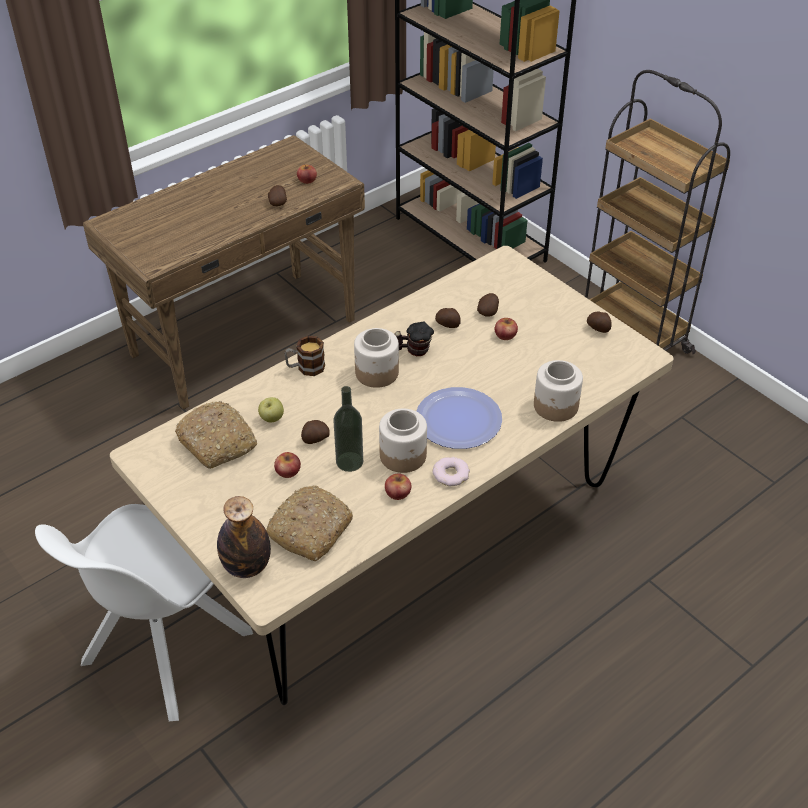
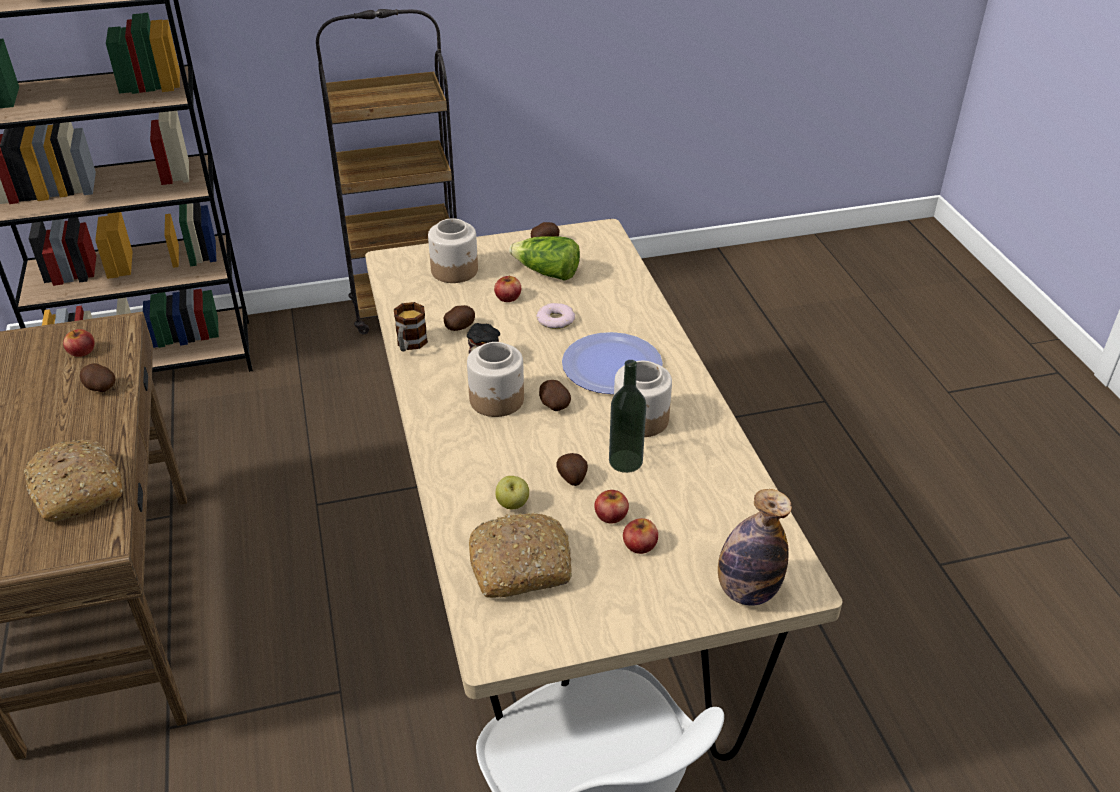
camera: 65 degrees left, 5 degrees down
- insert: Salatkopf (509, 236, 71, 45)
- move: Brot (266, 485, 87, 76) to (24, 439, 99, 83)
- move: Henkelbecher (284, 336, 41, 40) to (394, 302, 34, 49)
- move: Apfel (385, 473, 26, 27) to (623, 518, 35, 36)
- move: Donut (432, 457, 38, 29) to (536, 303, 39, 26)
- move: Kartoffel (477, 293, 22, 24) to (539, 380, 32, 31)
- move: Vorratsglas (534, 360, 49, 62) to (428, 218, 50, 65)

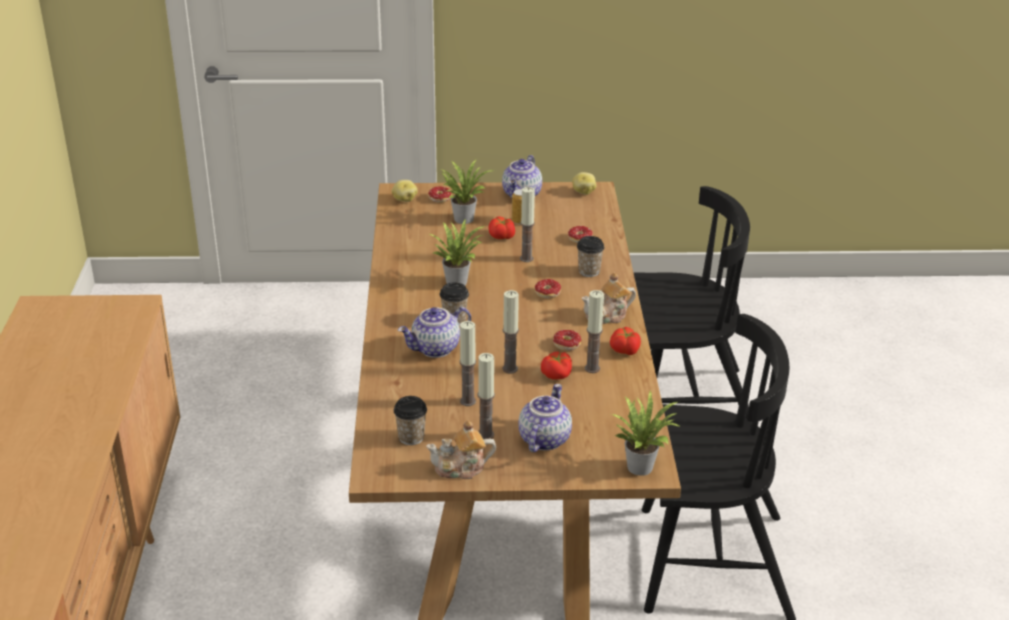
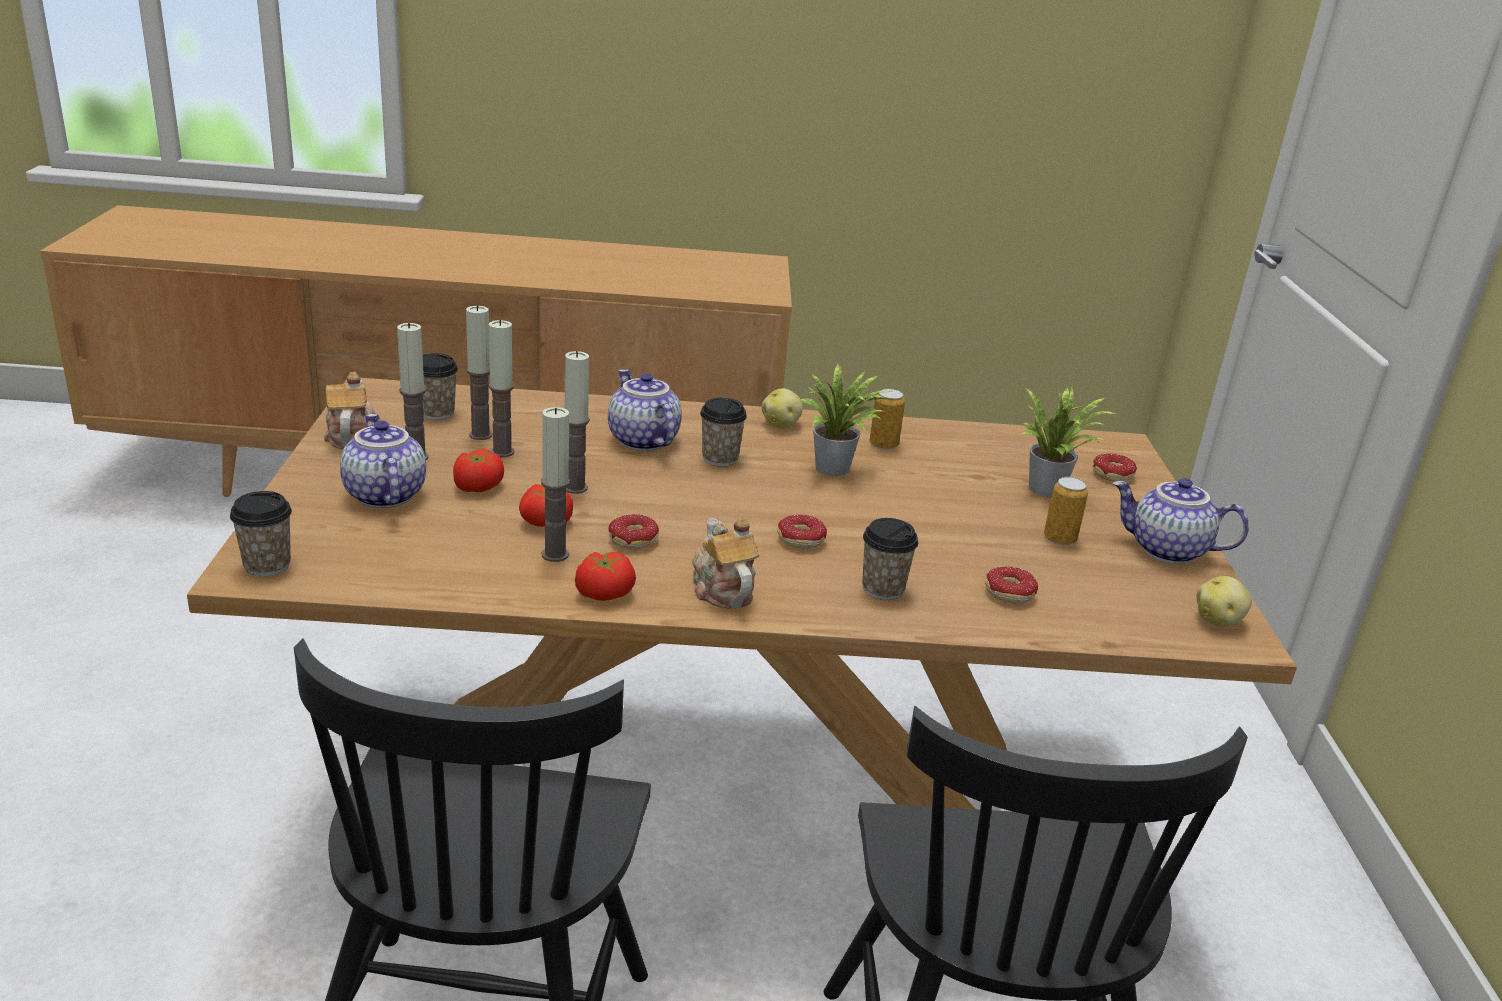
camera: 90 degrees right, 5 degrees down
- insert: Dose (870, 389, 35, 61)
- move: Kartoffel (392, 180, 26, 22) to (762, 389, 41, 39)
- move: Tomate (488, 216, 27, 23) to (453, 449, 51, 43)
- move: Kerze (520, 187, 15, 75) to (466, 305, 26, 135)
- replace: Topfpflanze (611, 390, 70, 86) to Tasse (230, 491, 62, 85)
- rotate: Teekanne (518, 384, 54, 68) = (340, 414, 86, 94) 135 degrees counterclockwise

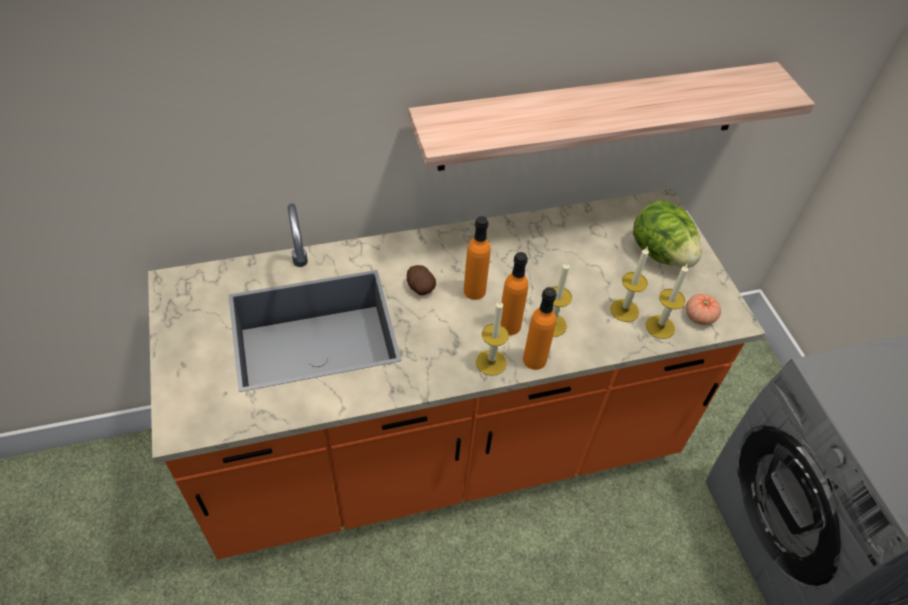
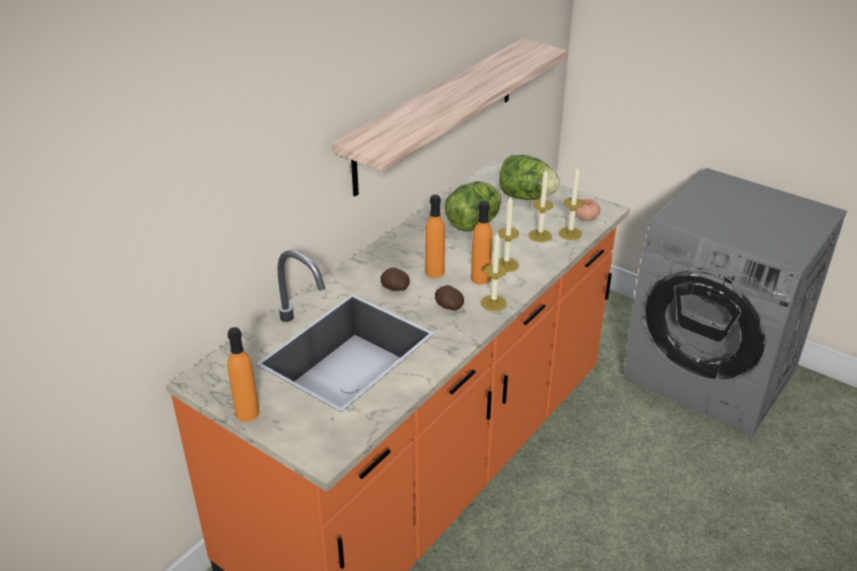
camera: 35 degrees left, 15 degrees down
- insert: Kartoffel (435, 285, 29, 26)
- insert: Salatkopf (445, 181, 57, 51)
- move: Flasche [orange] (523, 287, 34, 83) to (227, 327, 32, 95)

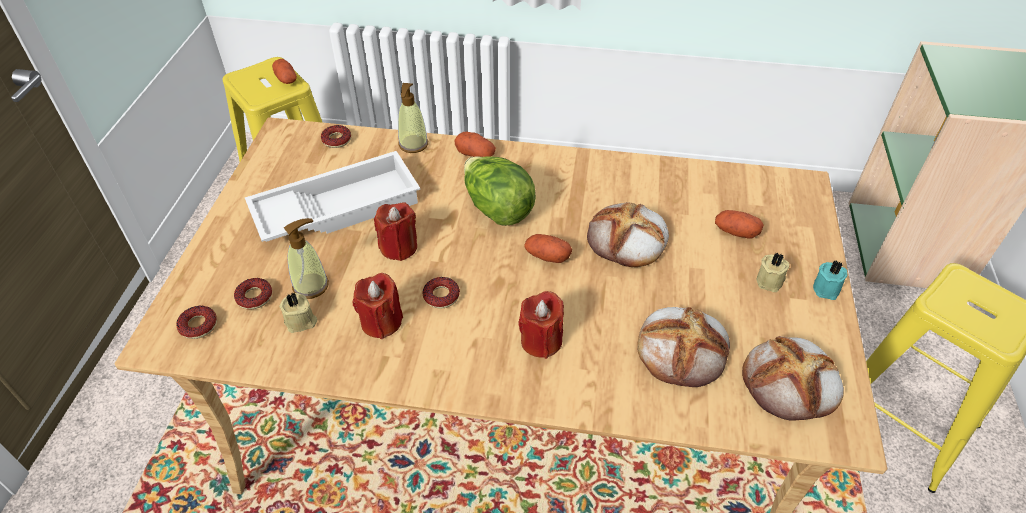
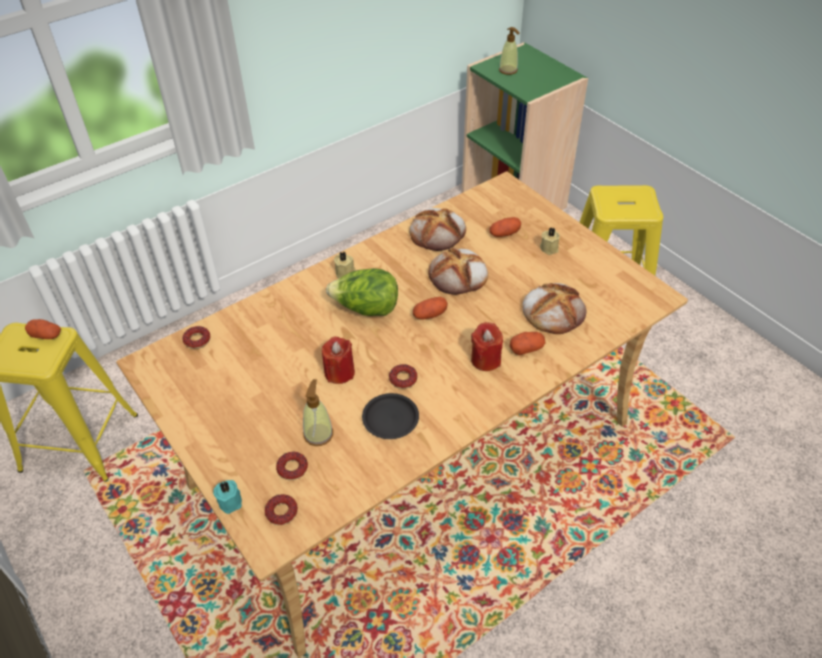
camera: 45 degrees left, 0 degrees up
- delete: Tablett [weiß] (245, 151, 175, 91)
- move: Kerze [beige] (279, 293, 38, 40) to (334, 251, 22, 28)
- move: Seifenspender (398, 83, 30, 70) to (499, 27, 21, 48)
- move: Kartoffel (455, 132, 41, 25) to (510, 332, 35, 23)
- move: Brot (742, 336, 102, 85) to (409, 208, 57, 43)
- move: Kerze [türkis] (813, 260, 34, 40) to (213, 480, 29, 34)
- replace: Kerze [rot] (353, 273, 50, 66) to Teller [schwarz] (362, 393, 57, 46)

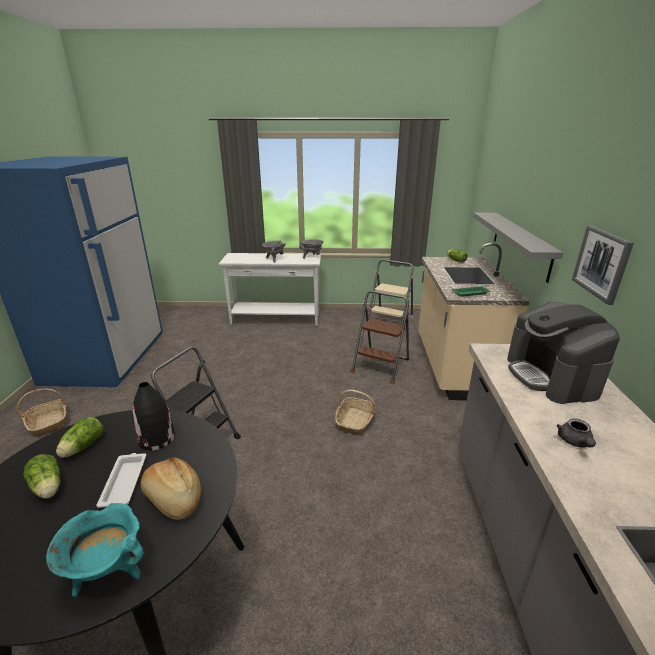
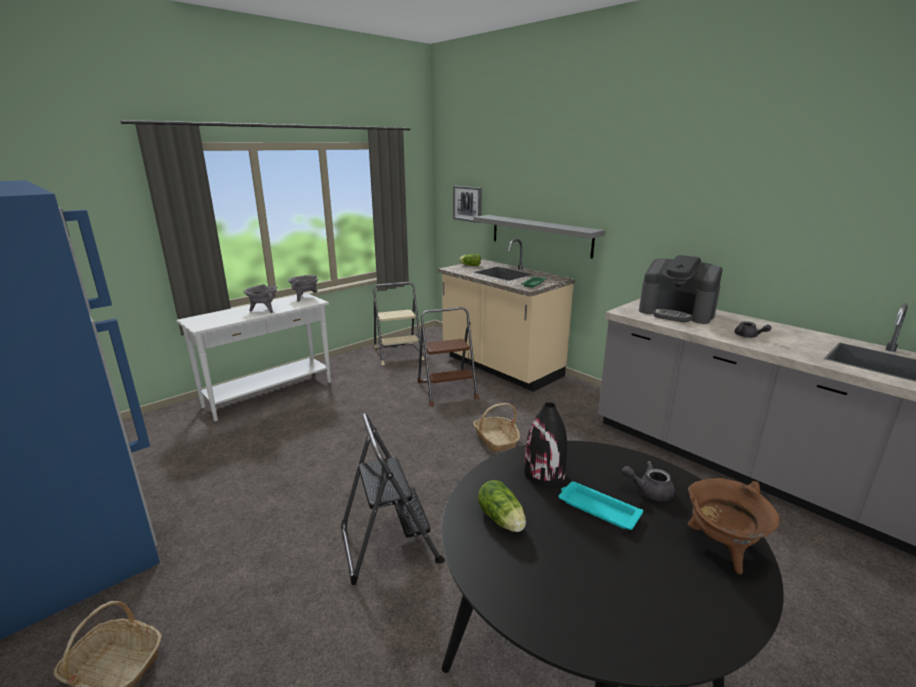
camera: 45 degrees left, 5 degrees down
- delete: Salatkopf (23, 454, 37, 45)
- move: Bild (572, 225, 62, 80) to (453, 186, 29, 37)
- replace: Brot (141, 457, 60, 63) to Teekanne [grau] (622, 461, 53, 40)
- recolor: Kochtopf [türkis] (46, 503, 98, 94) to Kochtopf [braun] (688, 478, 91, 96)
- recolor: Tablett [weiß] (96, 453, 50, 55) to Tablett [türkis] (559, 482, 84, 48)

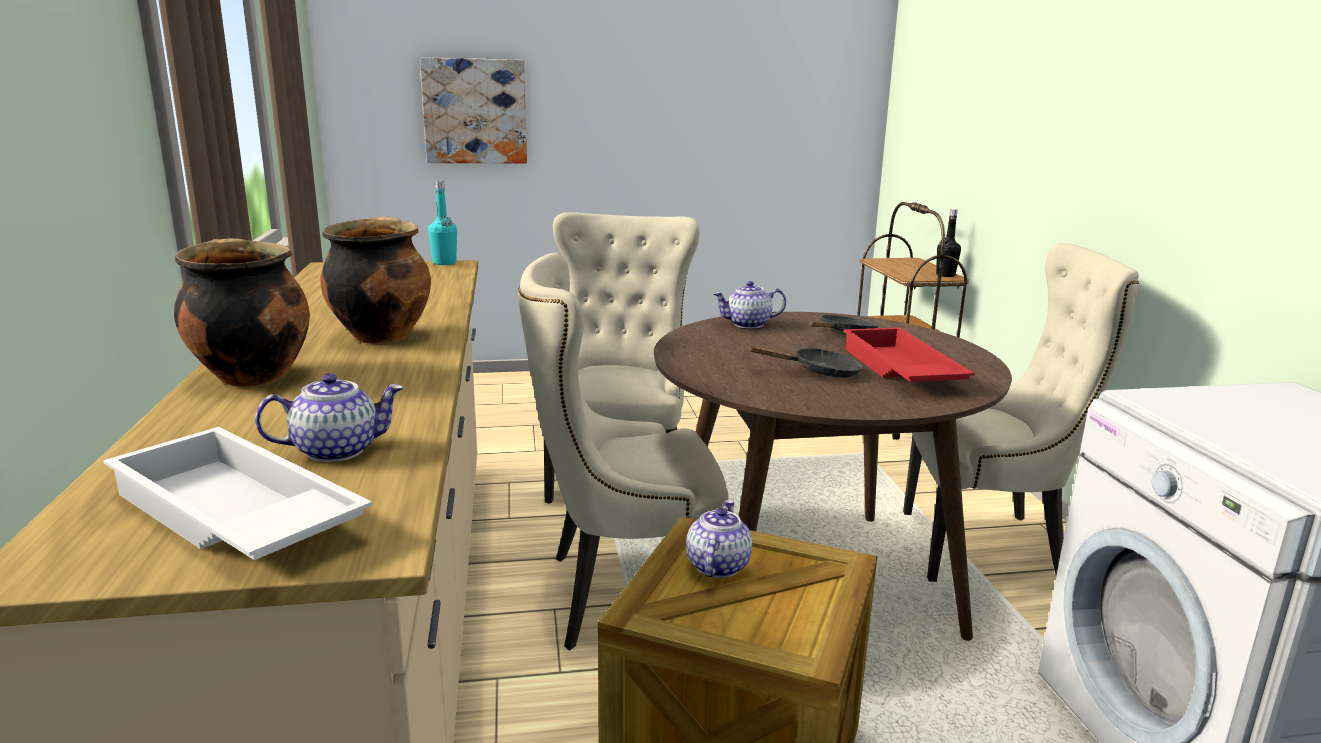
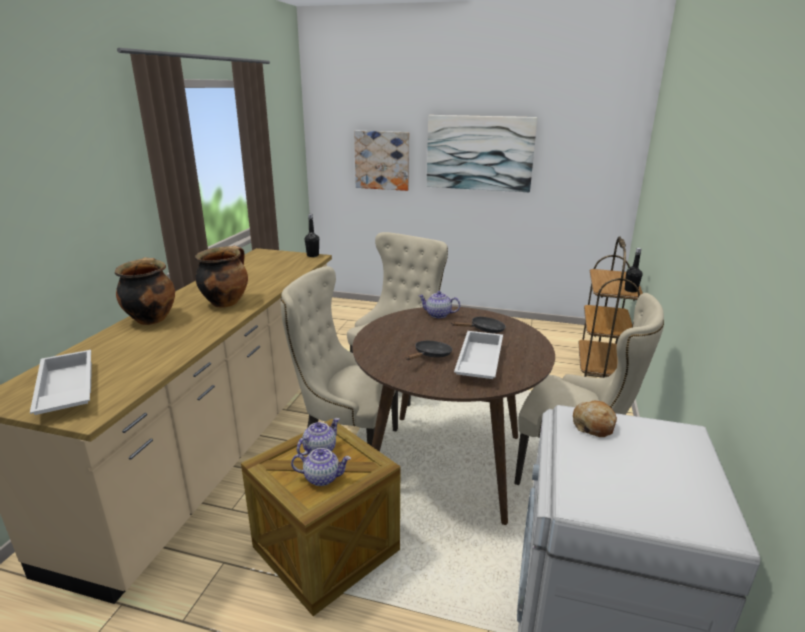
camera: 25 degrees right, 5 degrees up
- insert: Bild (427, 115, 111, 77)
- insert: Brot (573, 401, 44, 36)
- move: Teekanne (255, 373, 148, 89) to (291, 448, 60, 38)
- recolor: Flasche [türkis] (428, 181, 29, 84) to Flasche [schwarz] (305, 214, 14, 43)
- recolor: Tablett [rot] (843, 328, 132, 54) to Tablett [weiß] (454, 331, 49, 48)
- rotate: Pfanne [schwarz] (747, 346, 115, 32) = (406, 341, 46, 19) 75 degrees counterclockwise

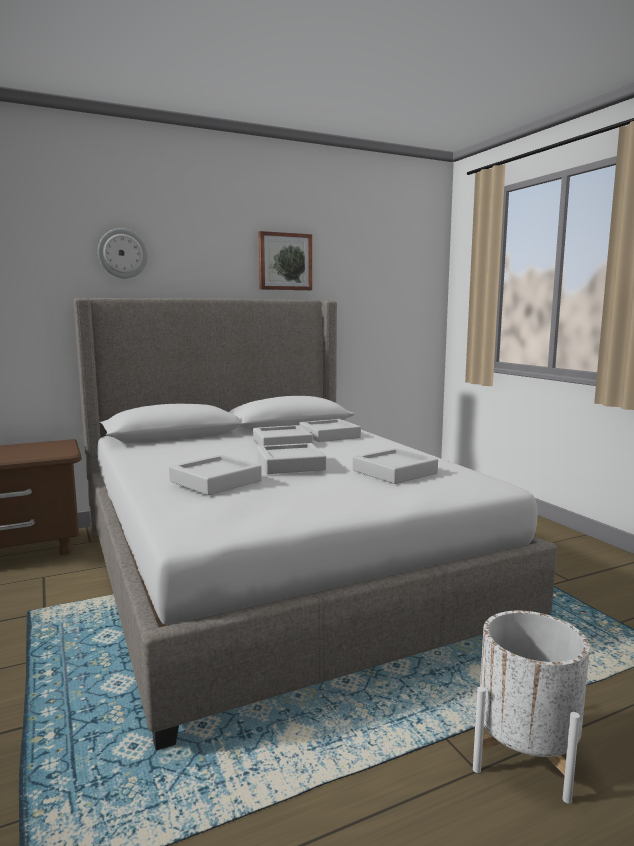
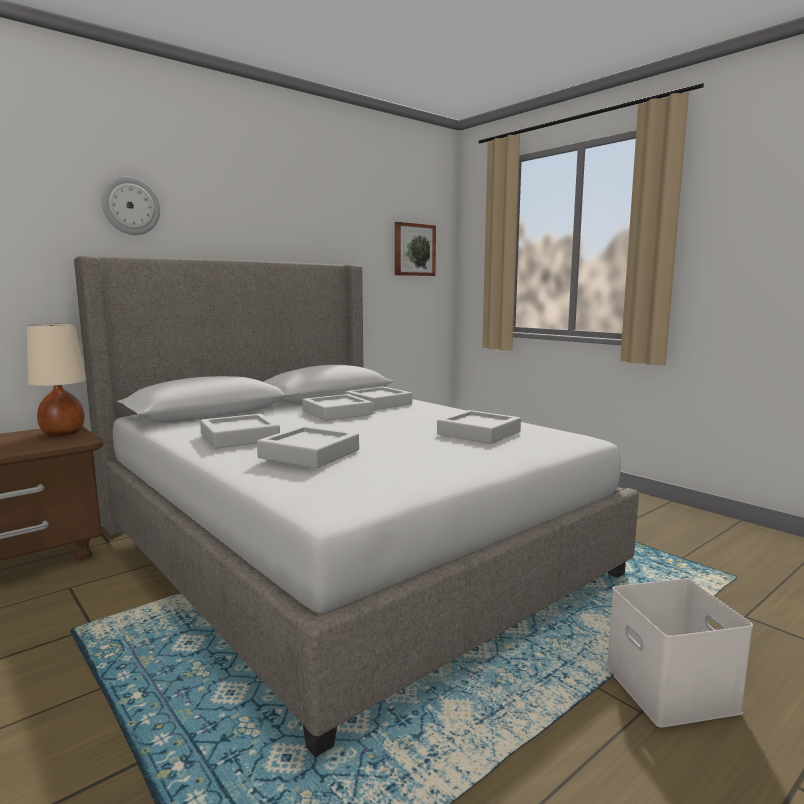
camera: 15 degrees left, 0 degrees up
- insert: Tischlampe [beige] (27, 324, 59, 112)
- move: Tablett [grau] (257, 443, 69, 31) to (200, 414, 80, 35)
- move: Bild (259, 231, 53, 59) to (395, 222, 41, 54)
- replace: Pflanzkübel [weiß] (473, 611, 117, 193) to Aufbewahrungsbox [weiß] (607, 579, 146, 149)

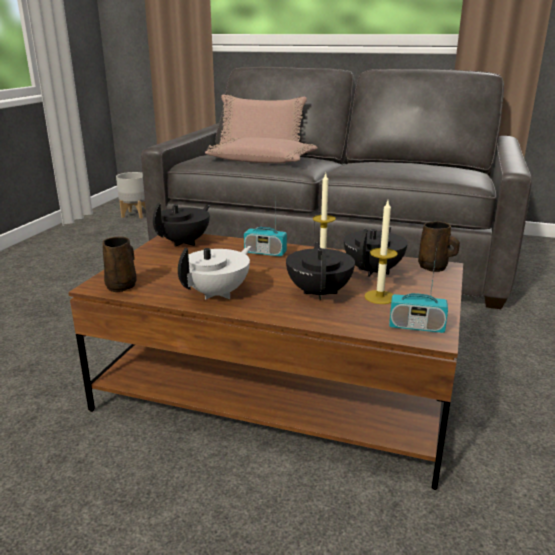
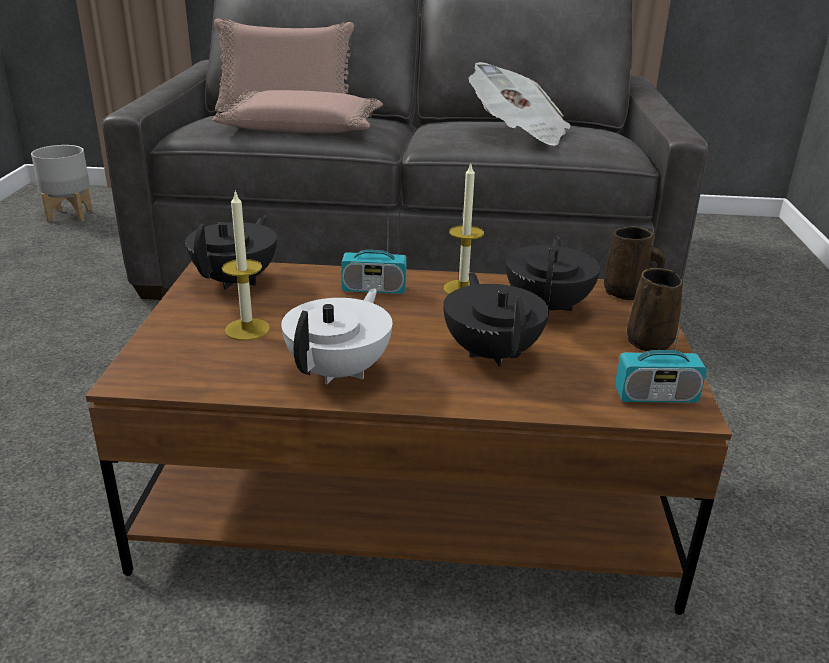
camera: 15 degrees left, 5 degrees up
- insert: Zeitung (469, 62, 102, 84)
- move: Henkelbecher [braun] (103, 236, 34, 56) to (627, 268, 56, 84)
- move: Kerze (364, 201, 34, 103) to (222, 190, 48, 151)

